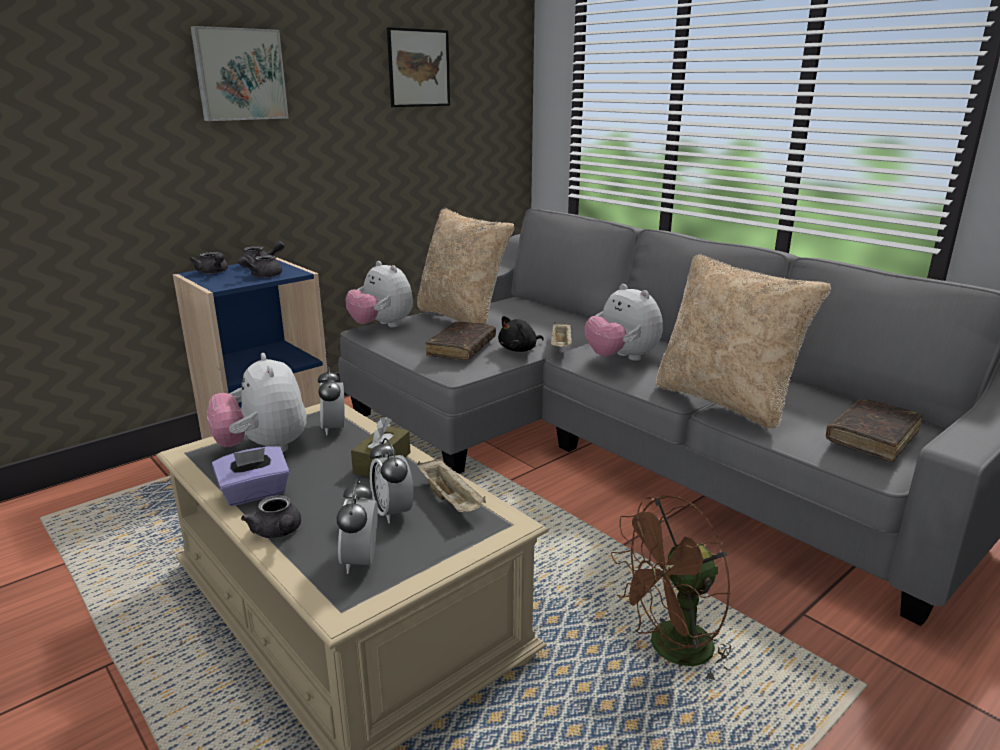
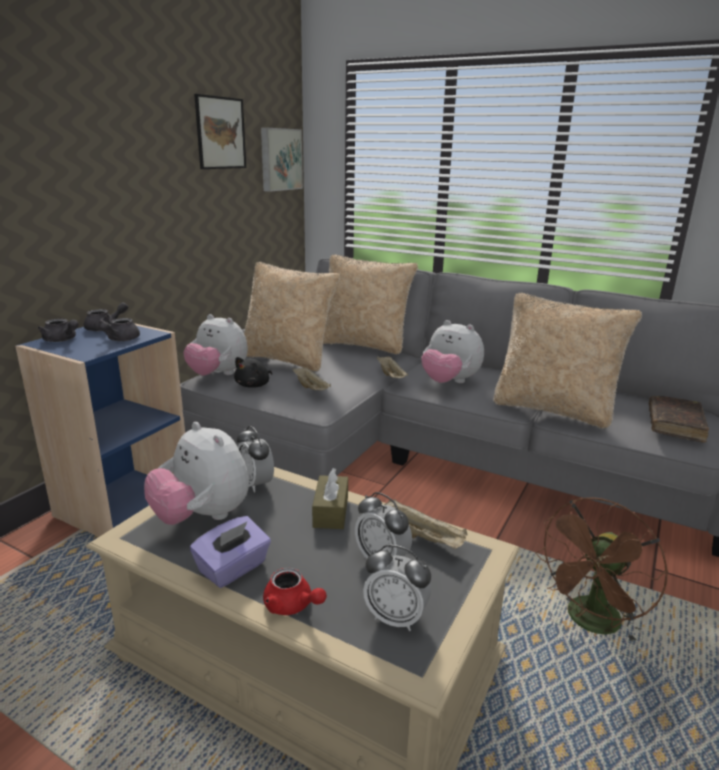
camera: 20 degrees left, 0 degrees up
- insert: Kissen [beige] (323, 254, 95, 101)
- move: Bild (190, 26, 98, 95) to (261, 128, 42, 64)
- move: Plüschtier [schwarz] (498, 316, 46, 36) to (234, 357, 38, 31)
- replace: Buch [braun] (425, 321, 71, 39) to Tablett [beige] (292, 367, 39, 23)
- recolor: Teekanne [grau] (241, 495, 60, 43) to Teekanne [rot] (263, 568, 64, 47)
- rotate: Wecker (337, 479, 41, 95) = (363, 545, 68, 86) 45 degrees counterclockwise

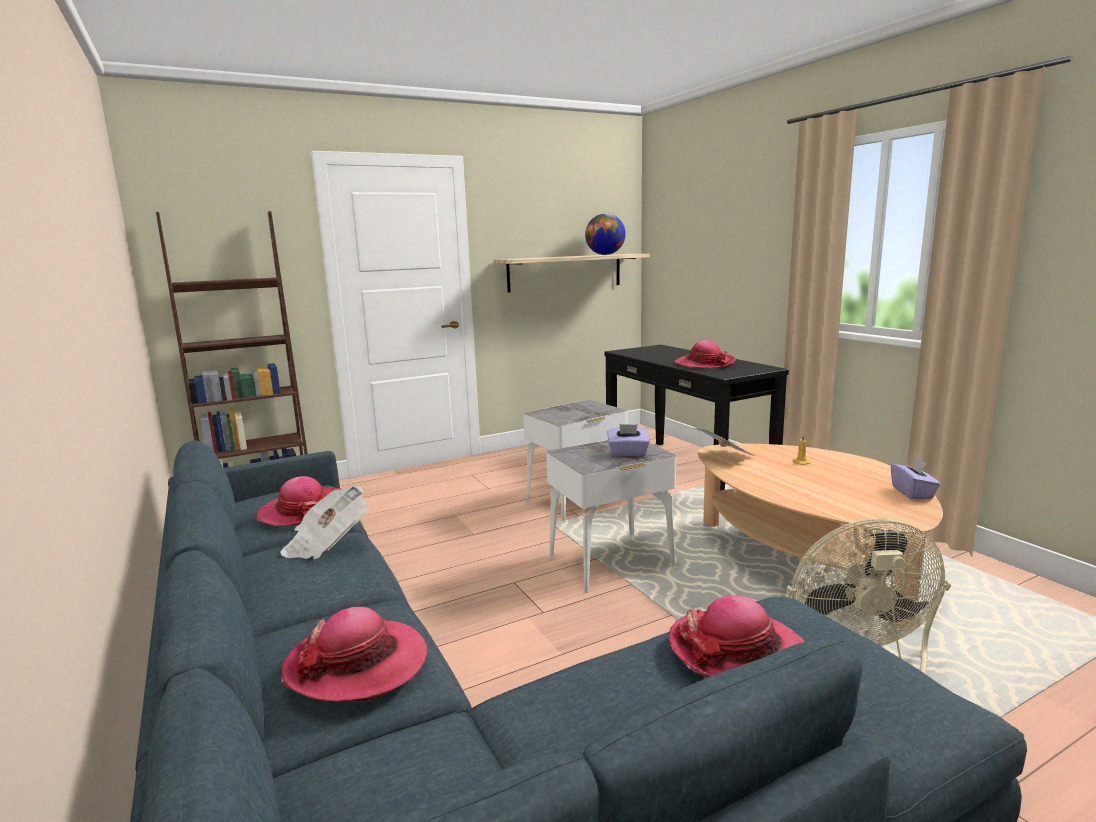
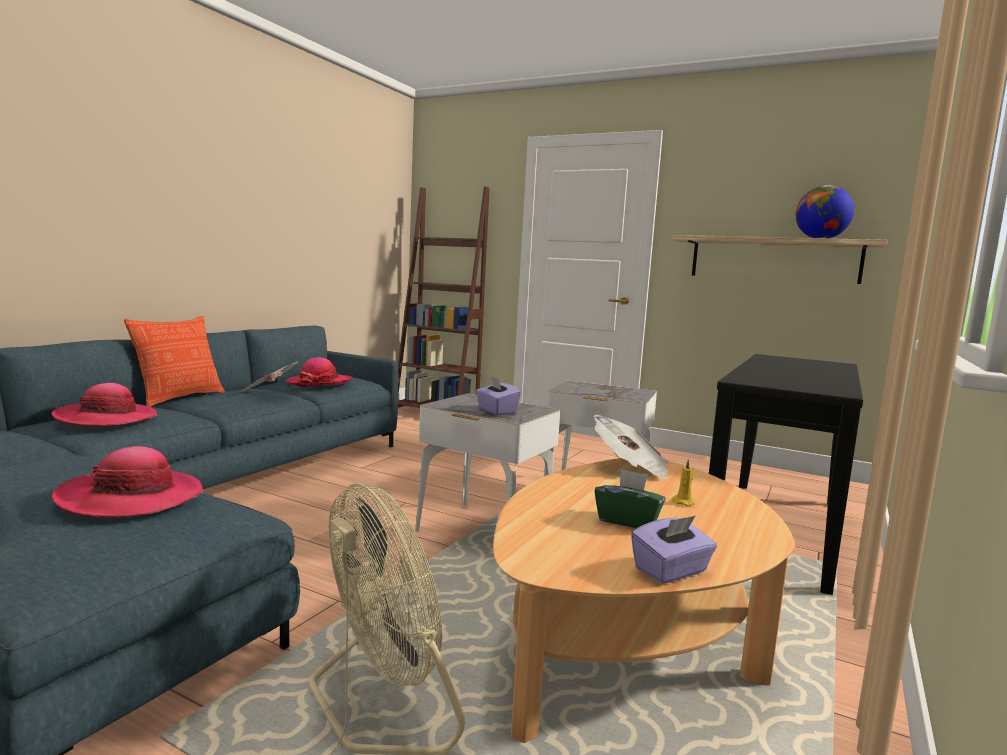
camera: 55 degrees right, 5 degrees down
- delete: Hut (675, 340, 61, 29)
- insert: Kissen [orange] (124, 316, 101, 91)
- insert: Taschentuchbox [grün] (594, 469, 72, 60)

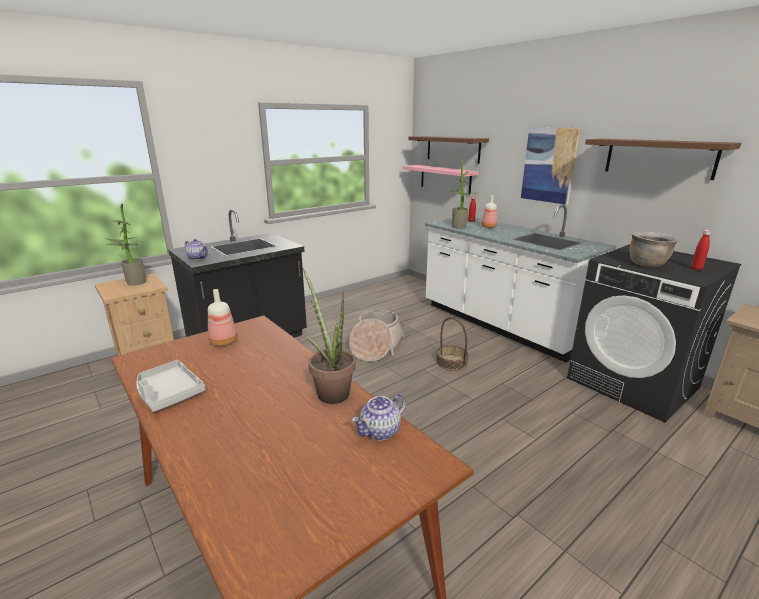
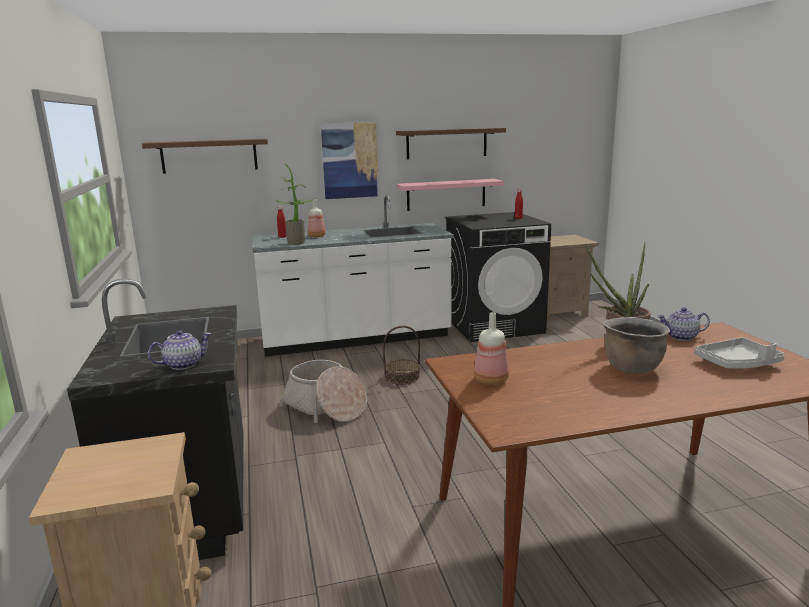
camera: 65 degrees left, 5 degrees down
- delete: Topfpflanze (104, 203, 42, 83)
- move: Tablett [grau] (136, 360, 70, 52) to (695, 337, 90, 32)
- move: Wandregal [rosa] (403, 165, 76, 29) to (397, 179, 107, 32)
- move: Kochtopf [braun] (629, 231, 49, 36) to (604, 317, 66, 57)
- rotate: Teekanne (351, 394, 56, 46) = (658, 307, 52, 34) 105 degrees clockwise

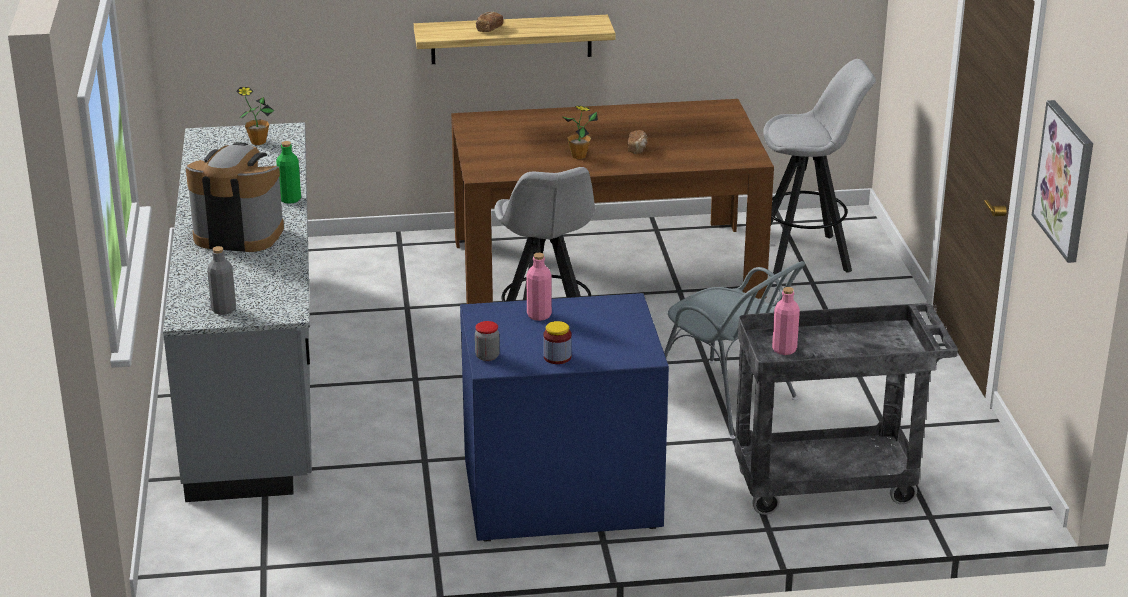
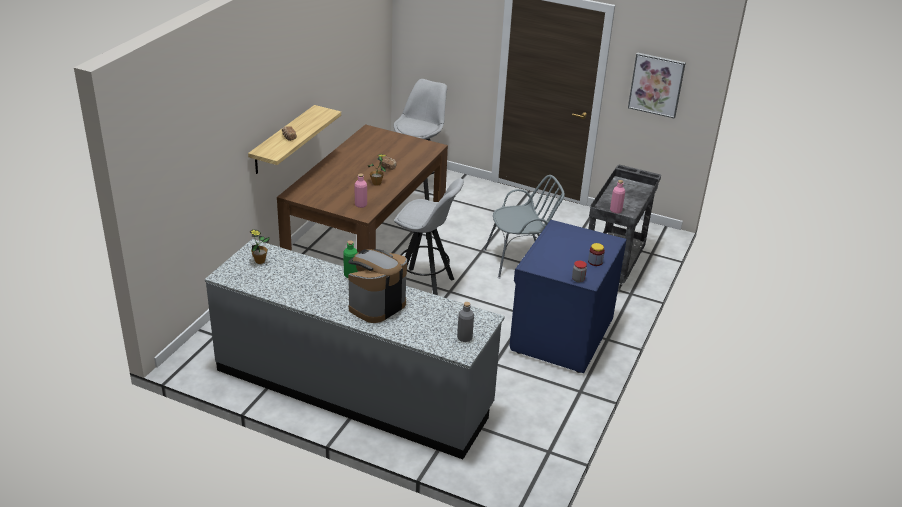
camera: 60 degrees left, 5 degrees up
- move: Flasche [rosa] (526, 253, 26, 68) to (355, 173, 12, 35)

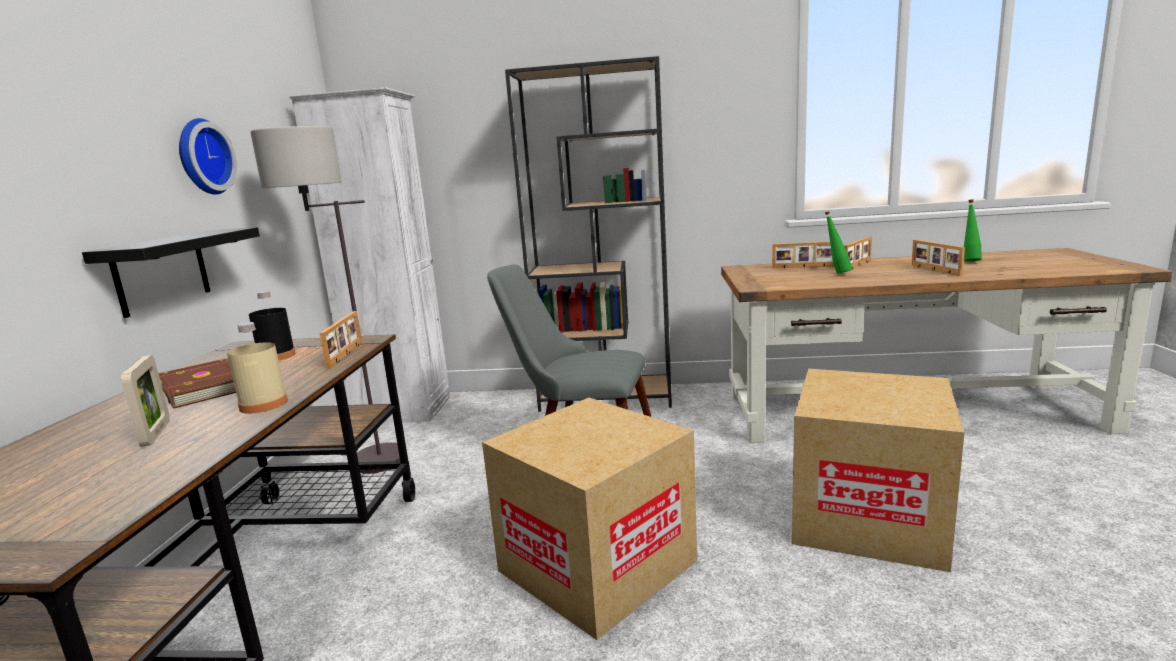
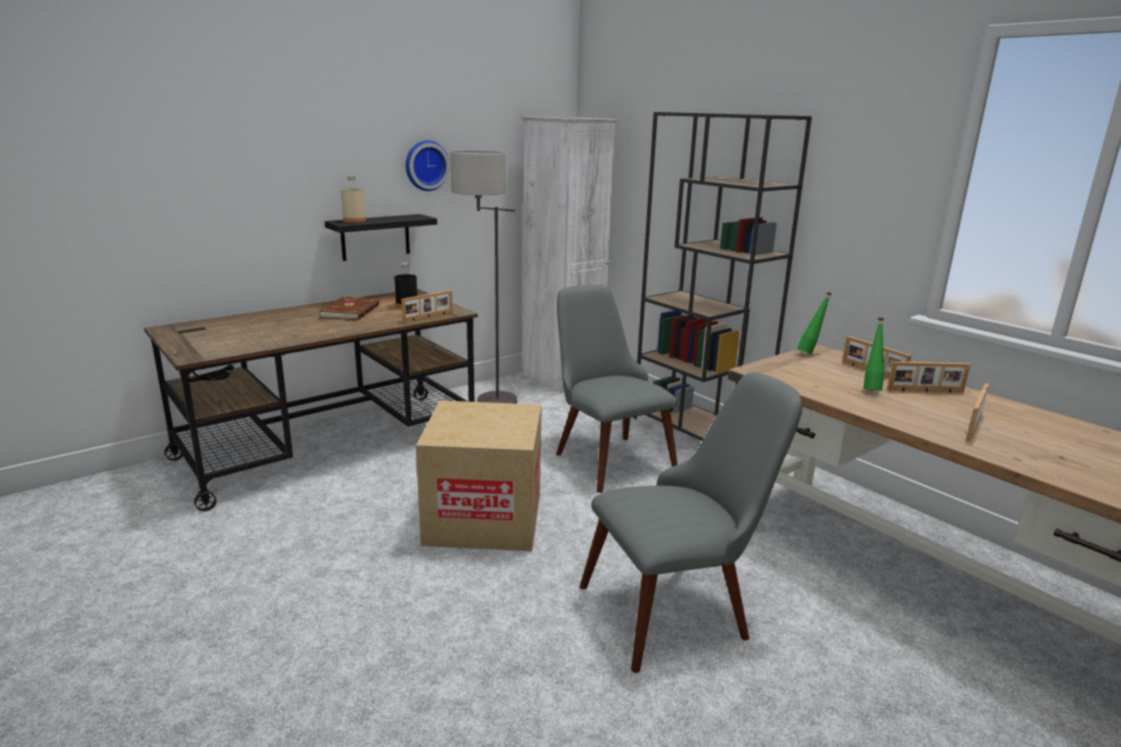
camera: 45 degrees right, 5 degrees up
- delete: Bilderrahmen (121, 355, 49, 92)
- move: Flasche [beige] (227, 322, 61, 92) to (341, 176, 25, 47)
- move: Flasche [grün] (964, 199, 18, 63) to (797, 292, 35, 63)
- replace: Karton (792, 369, 172, 203) to Stuhl [grau] (580, 372, 222, 301)

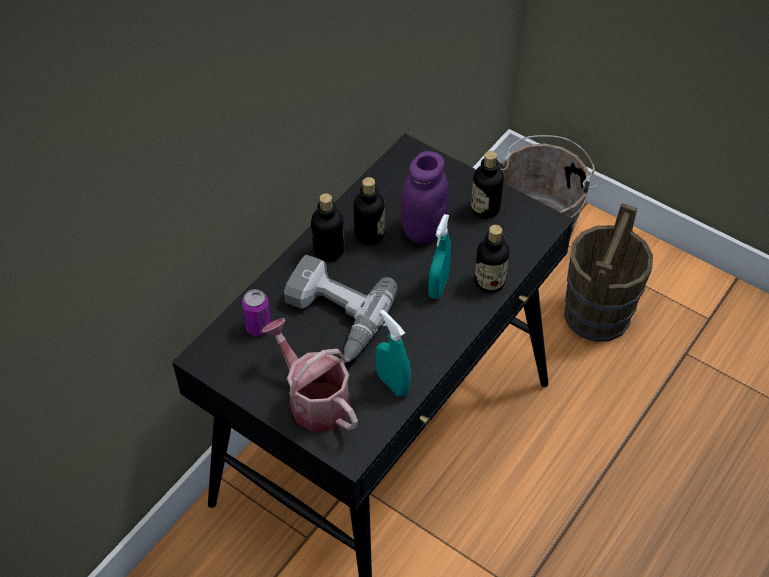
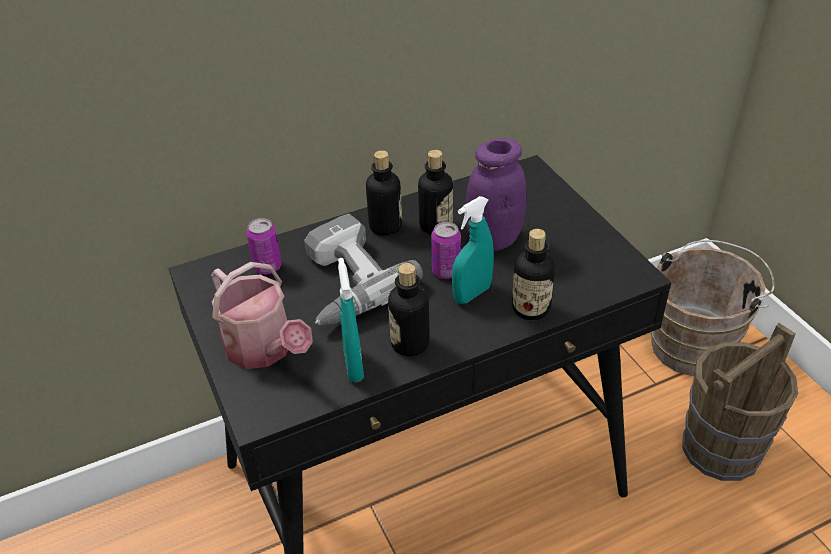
camera: 30 degrees right, 10 degrees down
- insert: Dose (431, 222, 30, 57)
- move: Flasche (471, 151, 33, 68) to (388, 263, 42, 93)
- rotate: Gießkanne (262, 318, 96, 114) = (211, 262, 102, 107) 150 degrees clockwise

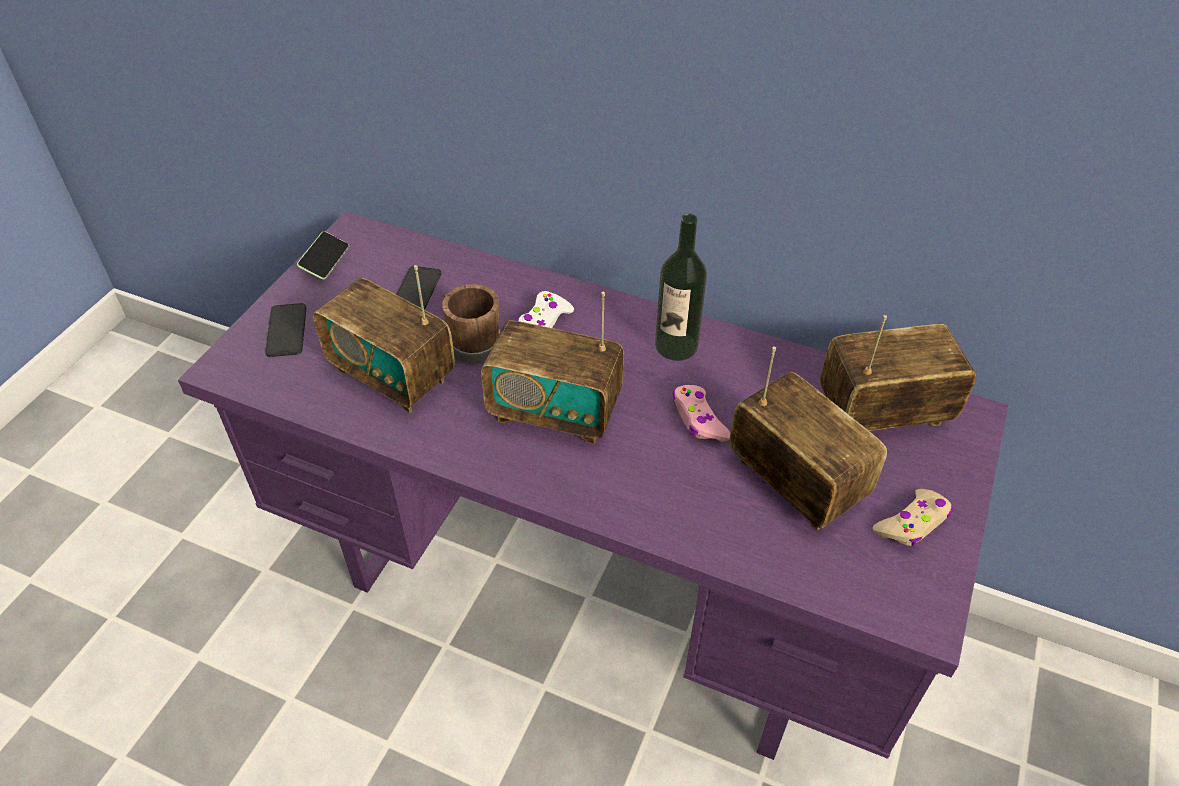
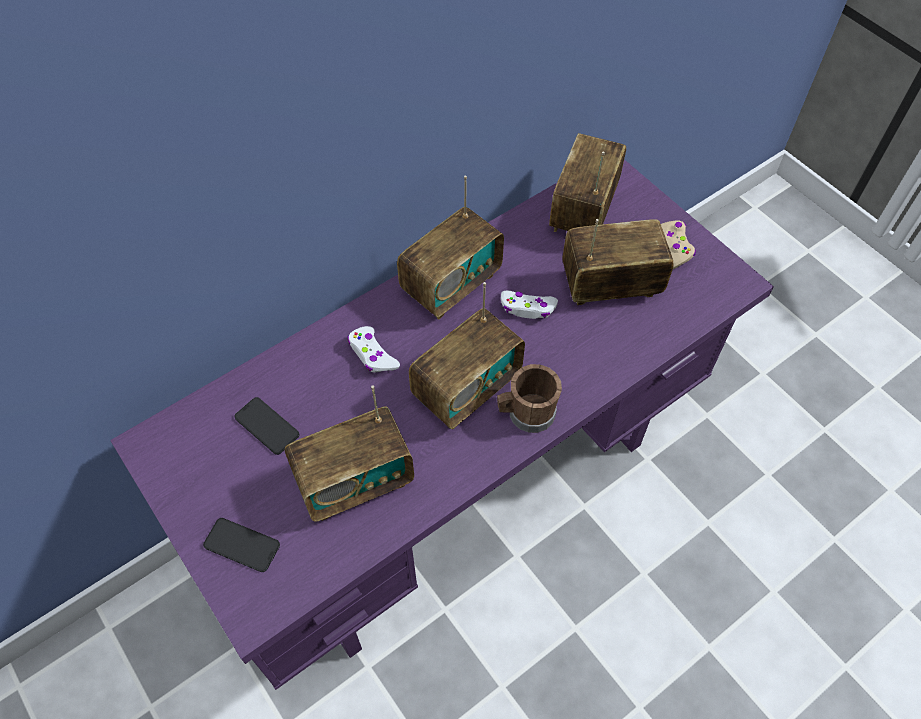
camera: 60 degrees left, 10 degrees up
- delete: Handy (297, 231, 52, 49)
- move: Henkelbecher [braun] (442, 284, 58, 81) to (497, 364, 65, 69)
- replace: Flasche (655, 214, 52, 147) to Radio (397, 176, 107, 144)
- recolor: Gamepad [rosa] (673, 385, 58, 56) to Gamepad [weiß] (501, 291, 57, 28)

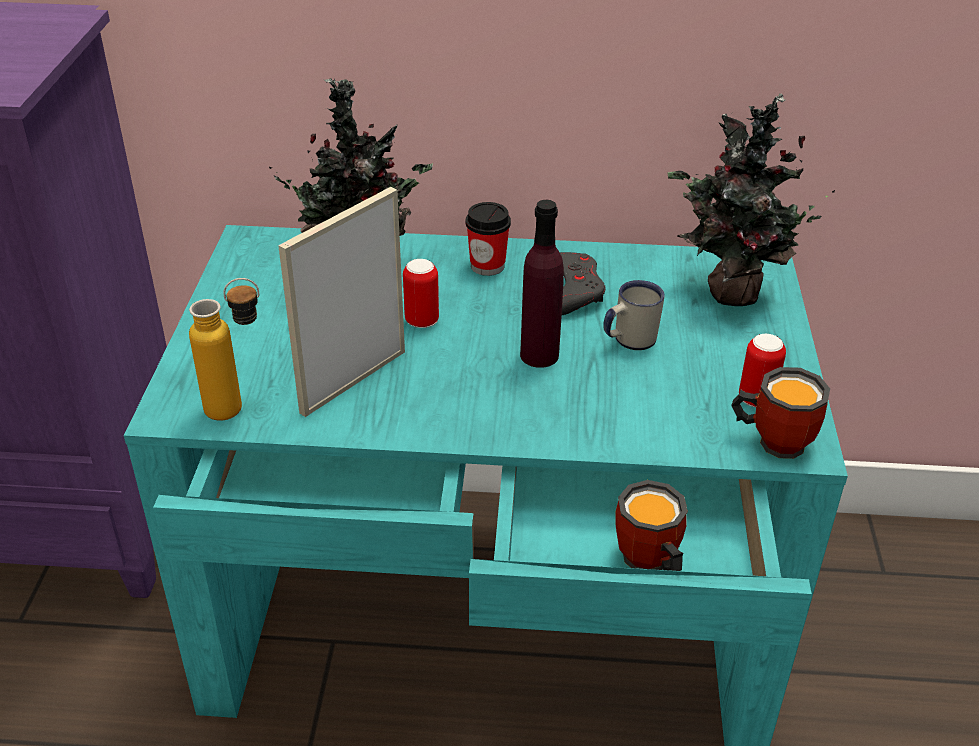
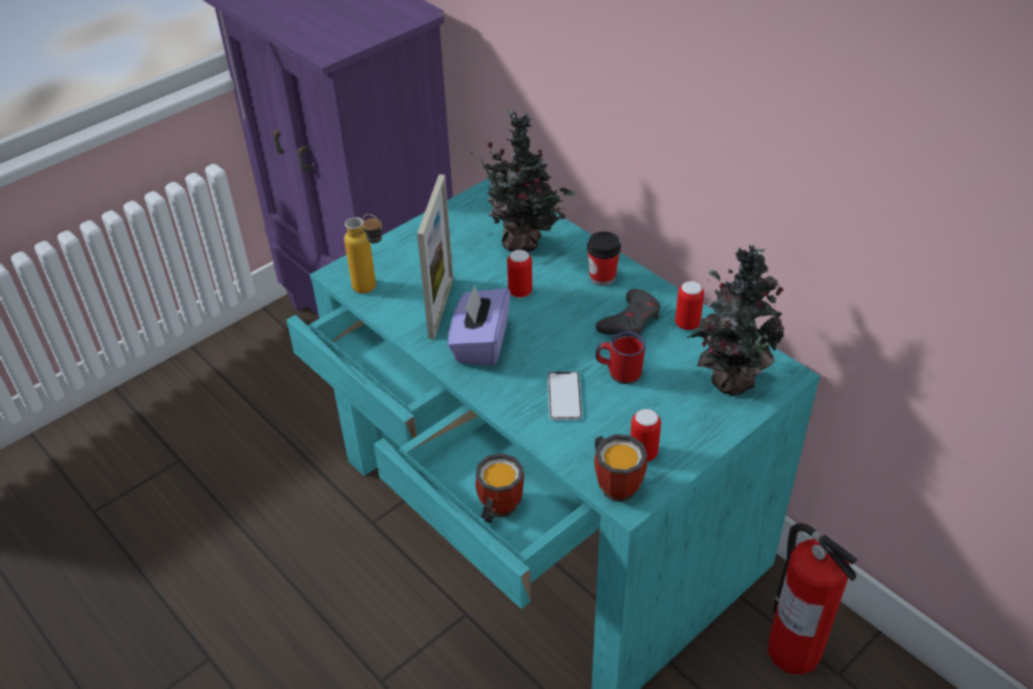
camera: 45 degrees right, 5 degrees up
- delete: Flasche [lila] (520, 200, 44, 168)
- insert: Taschentuchbox [lila] (448, 285, 62, 81)
- insert: Handy (547, 371, 35, 49)
- insert: Dose (675, 281, 29, 49)
- insert: Feuerlöscher (768, 523, 90, 152)
- recolor: Henkelbecher [weiß] (603, 280, 62, 70) to Henkelbecher [rot] (596, 331, 50, 53)
- rotate: Bilderrahmen (278, 187, 127, 230) = (417, 174, 37, 165) 105 degrees clockwise

